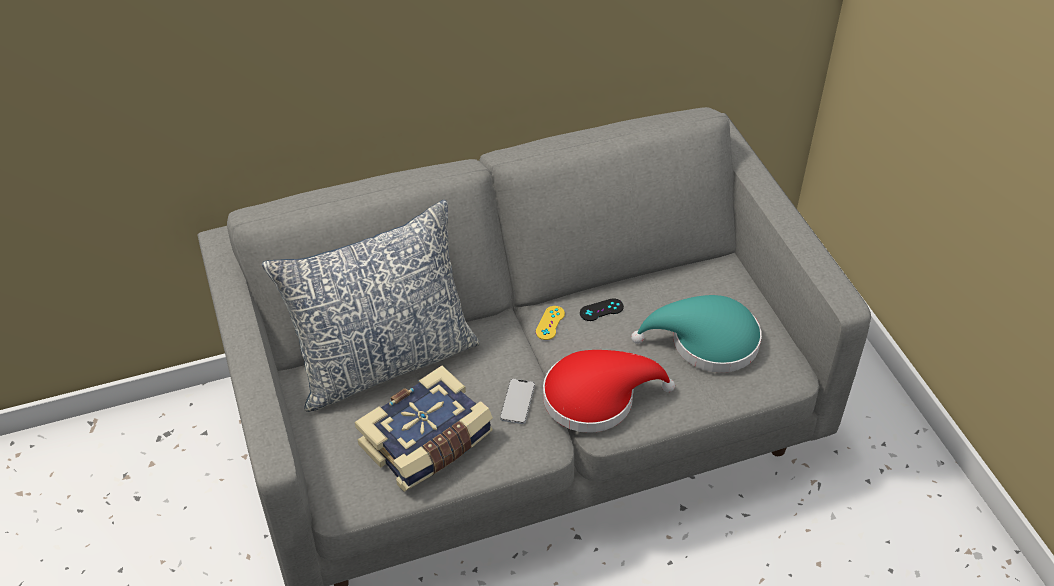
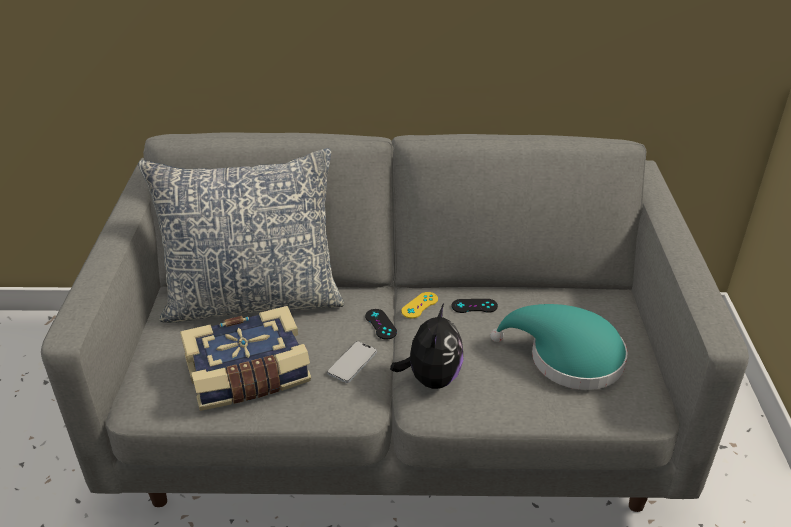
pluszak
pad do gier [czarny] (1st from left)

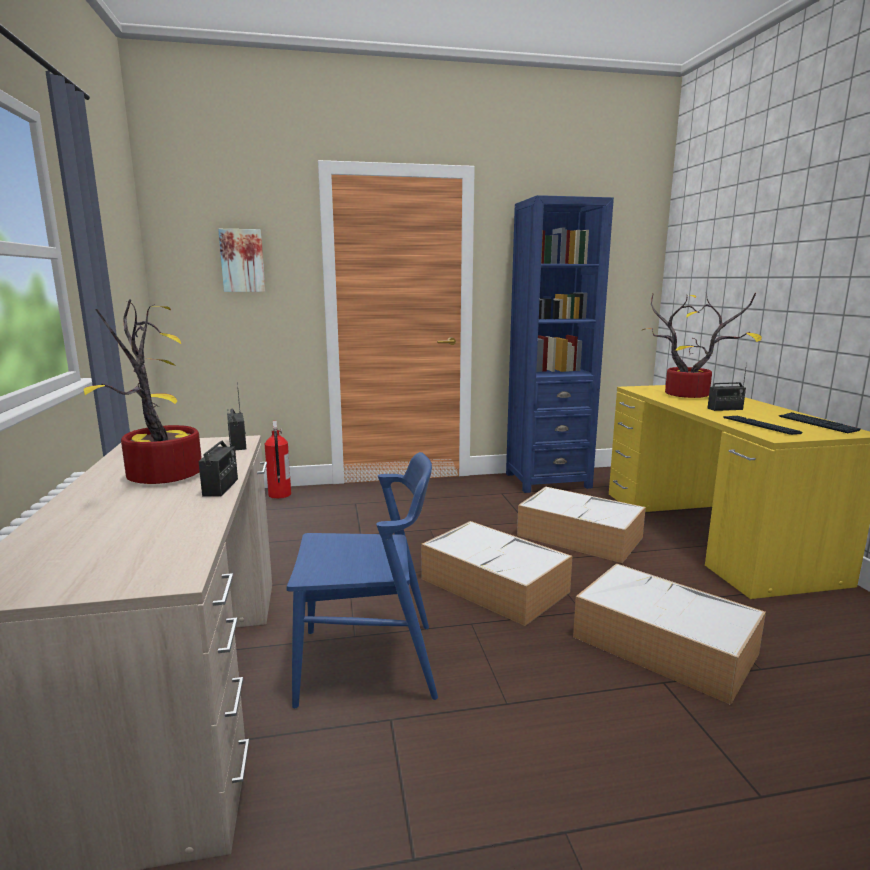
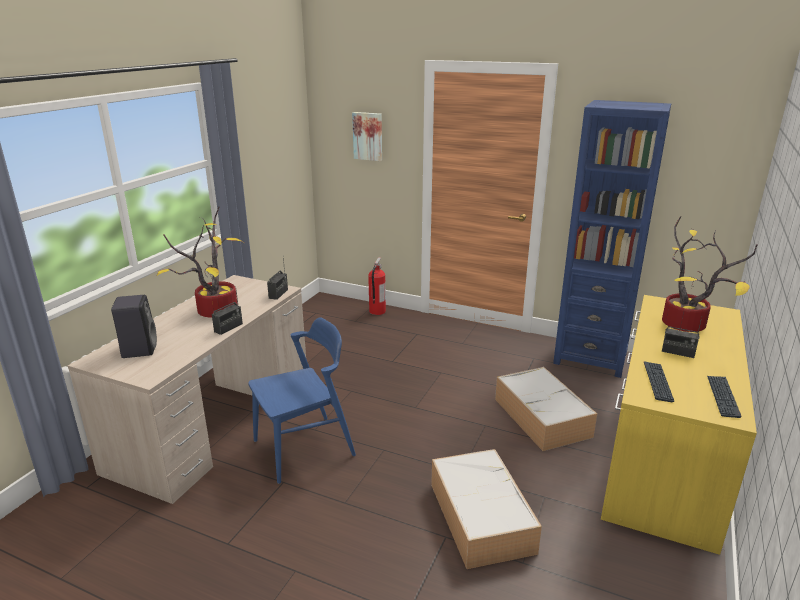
krzesło [niebieski]
pojemnik do przechowywania (1st from left in the first image)
głośnik [czarny]

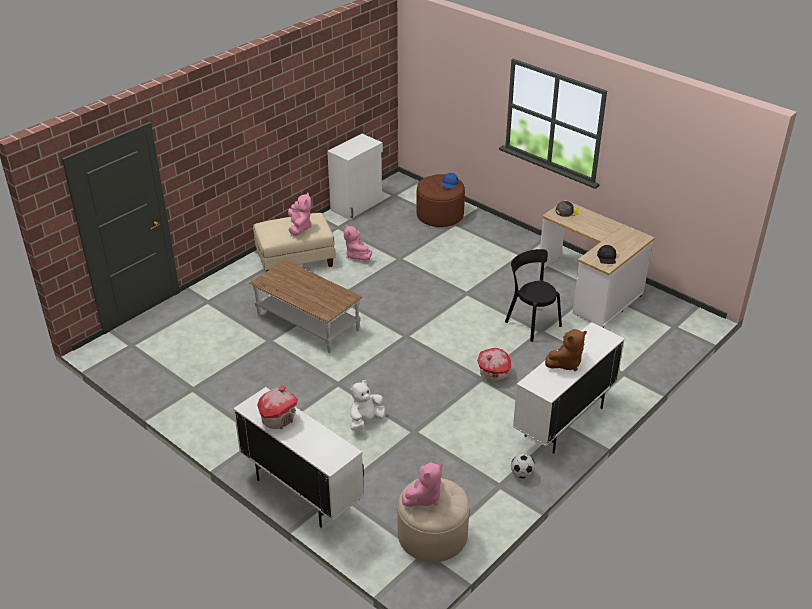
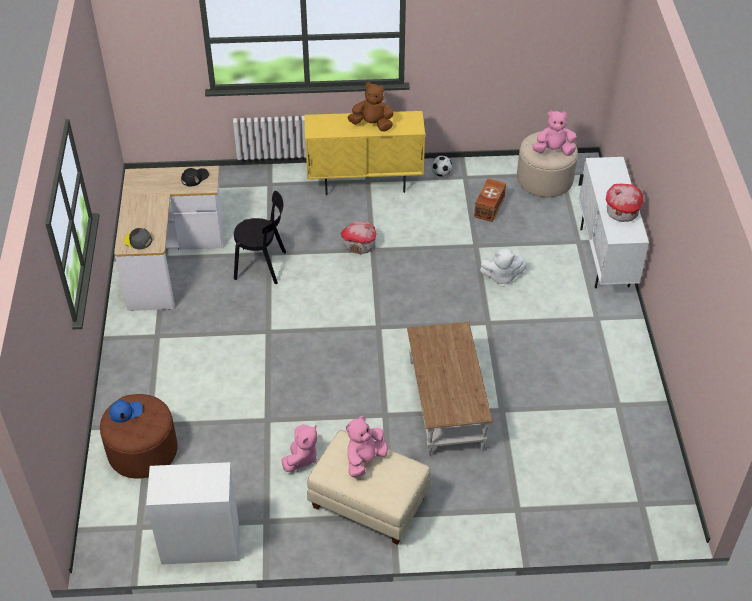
krzesło [czarny]
szafka [żółty]
pojemnik do przechowywania [brązowy]

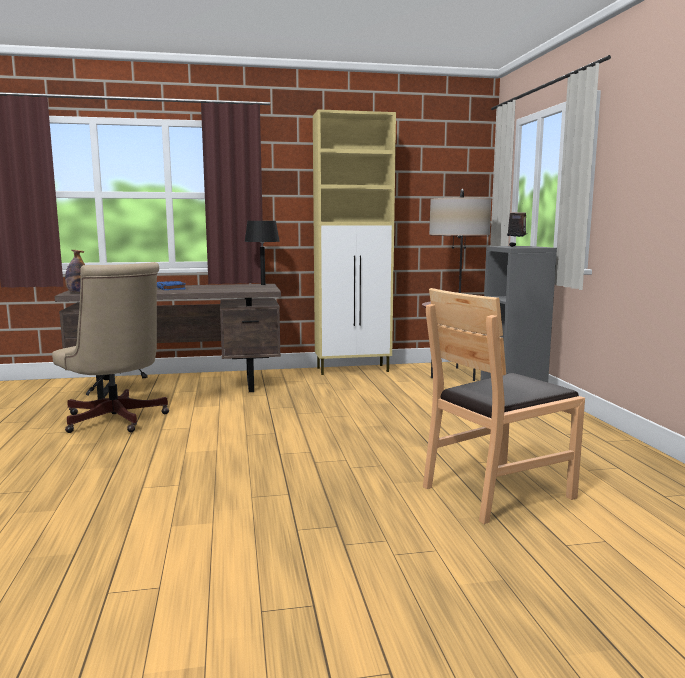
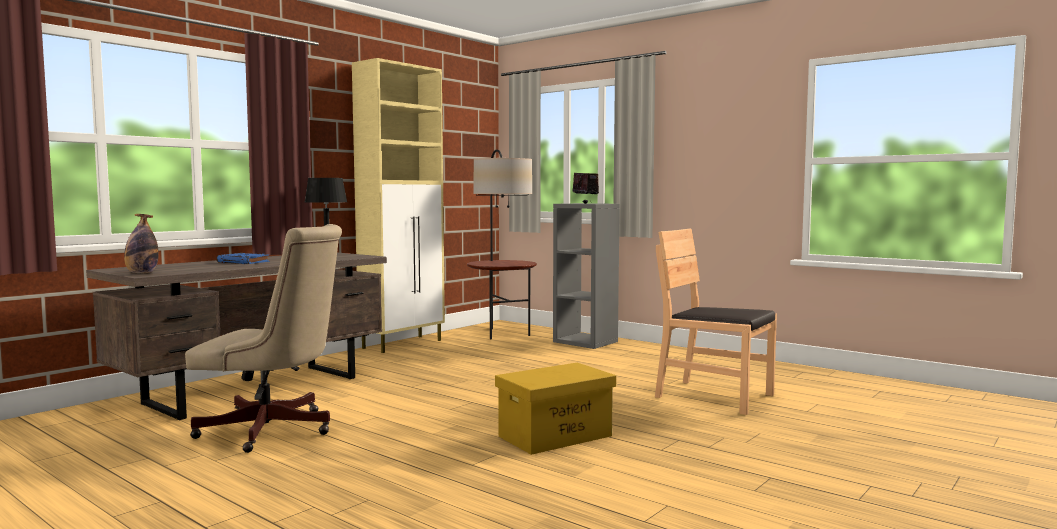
krzesło [brązowy]
pojemnik do przechowywania [żółty]

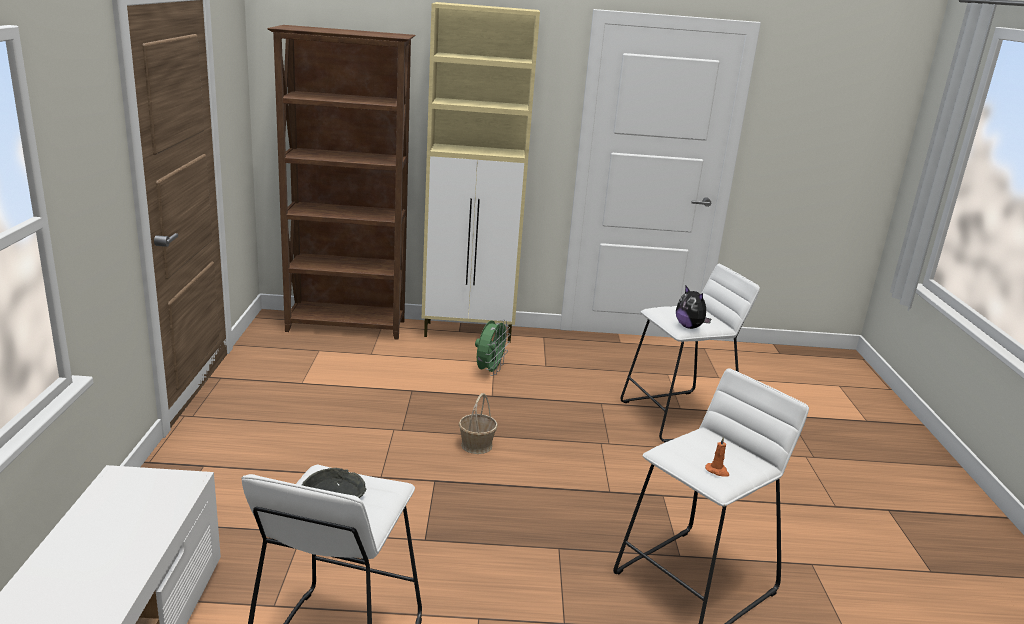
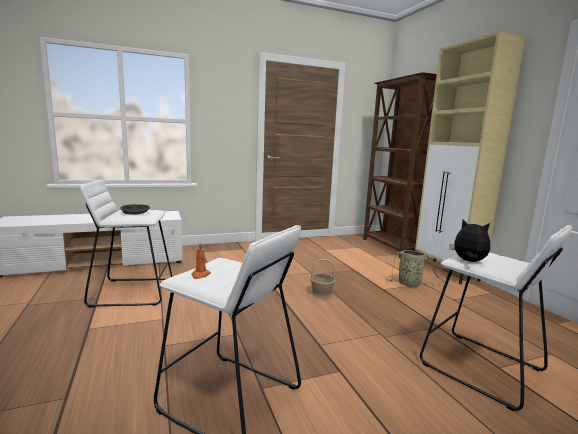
pluszak
koszyk (2nd from left)

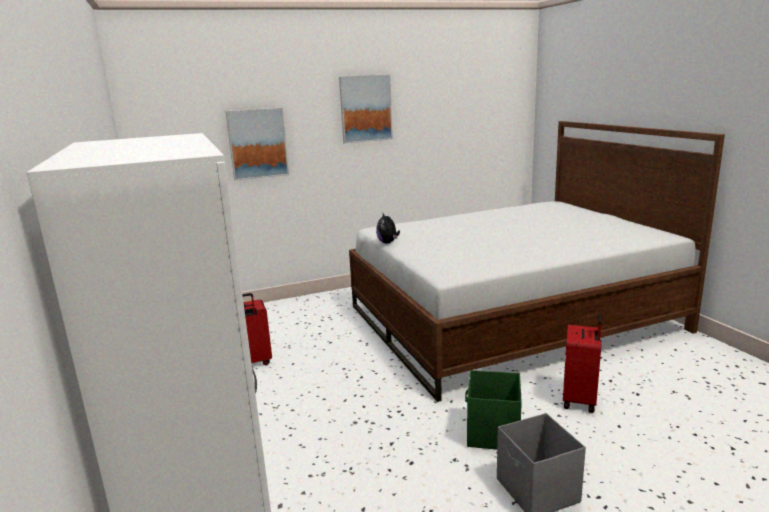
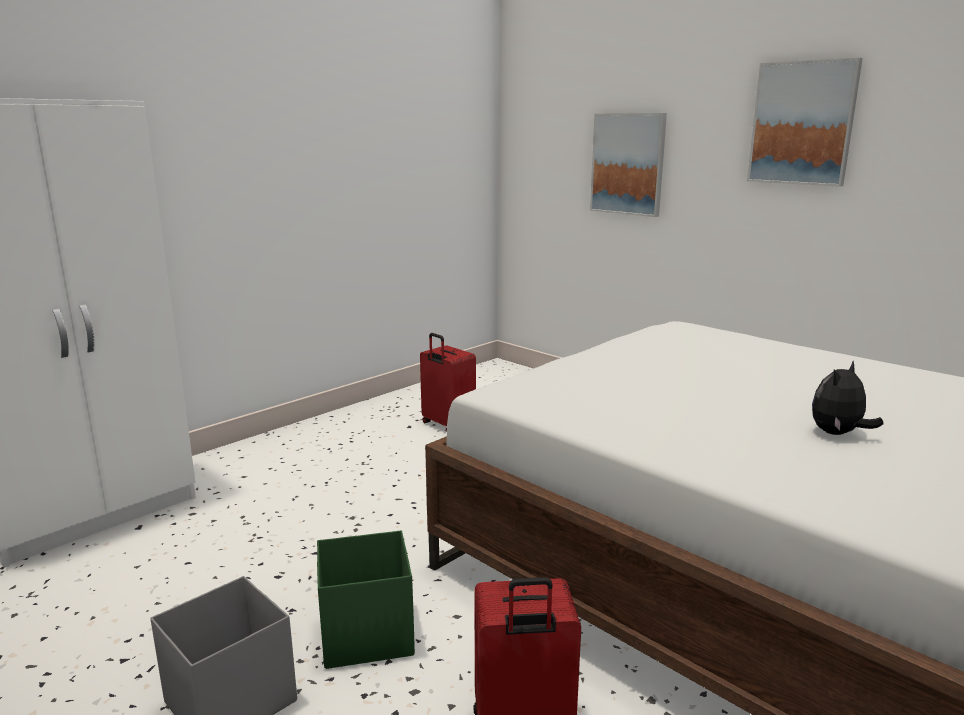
pluszak

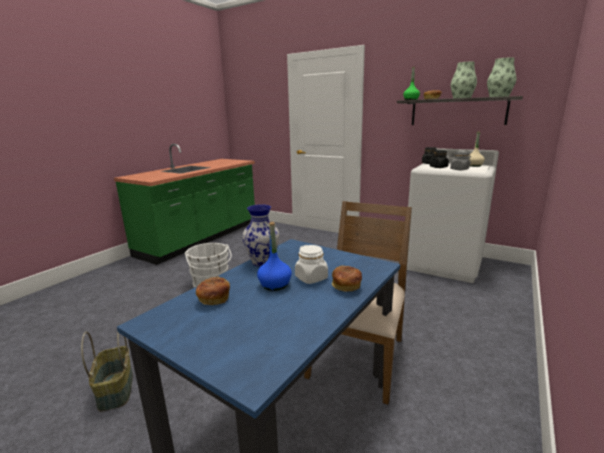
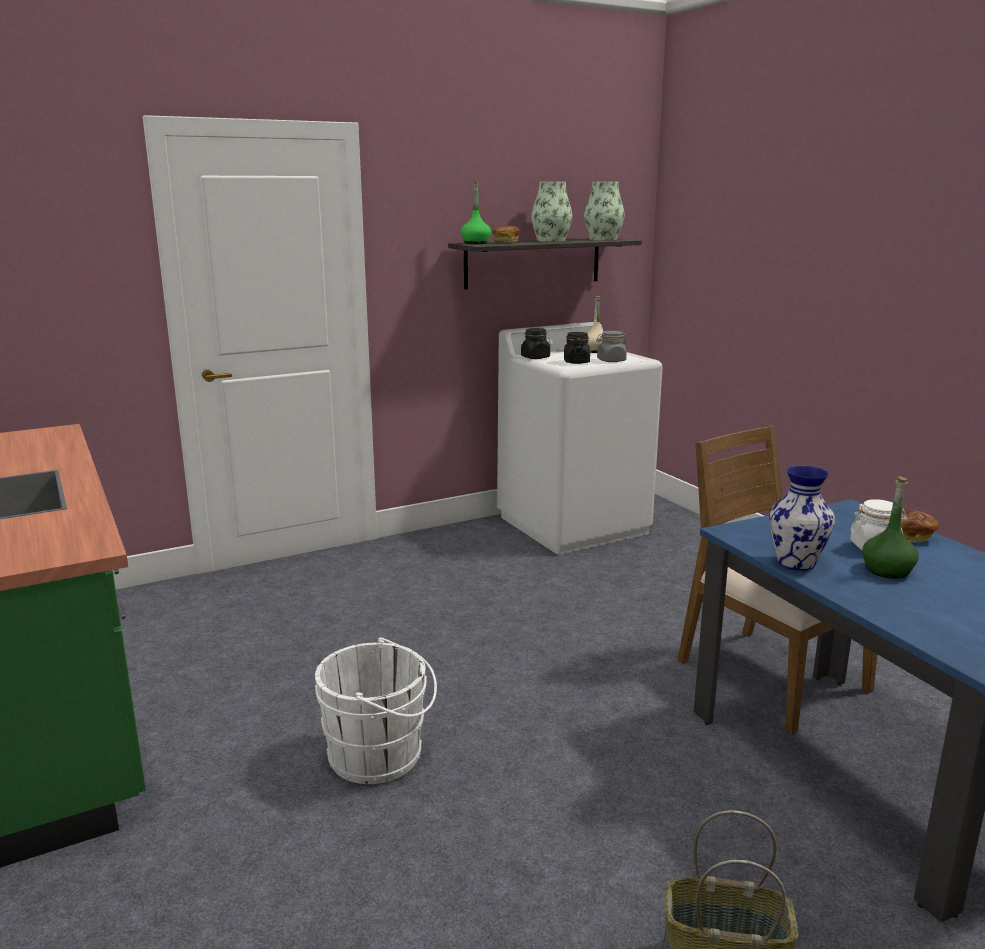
butelka [zielony] (2nd from left)
chleb (1st from left in the first image)

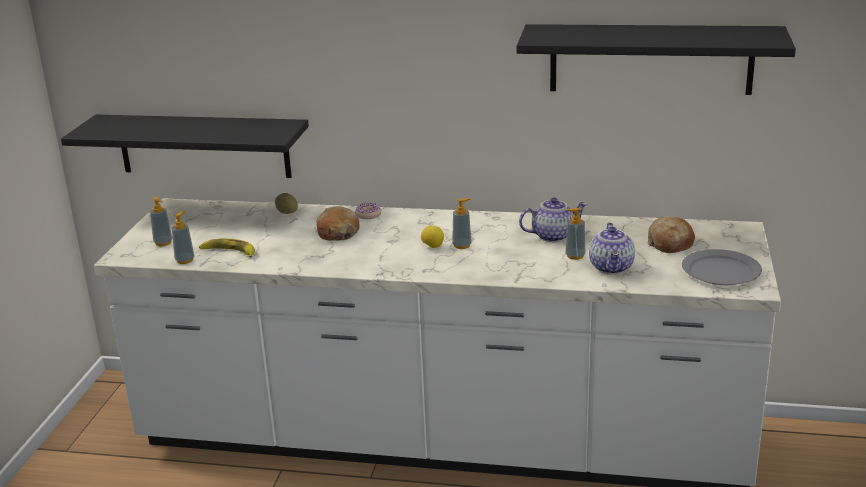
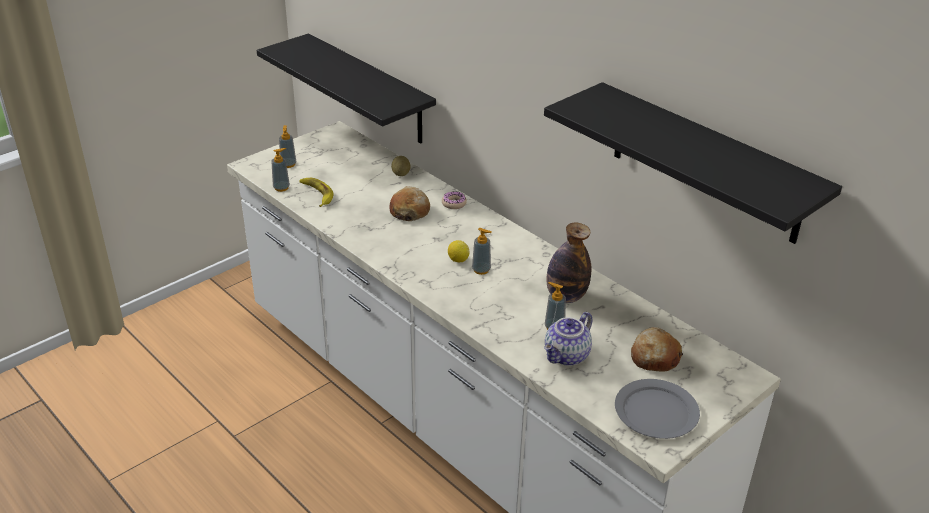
butelka

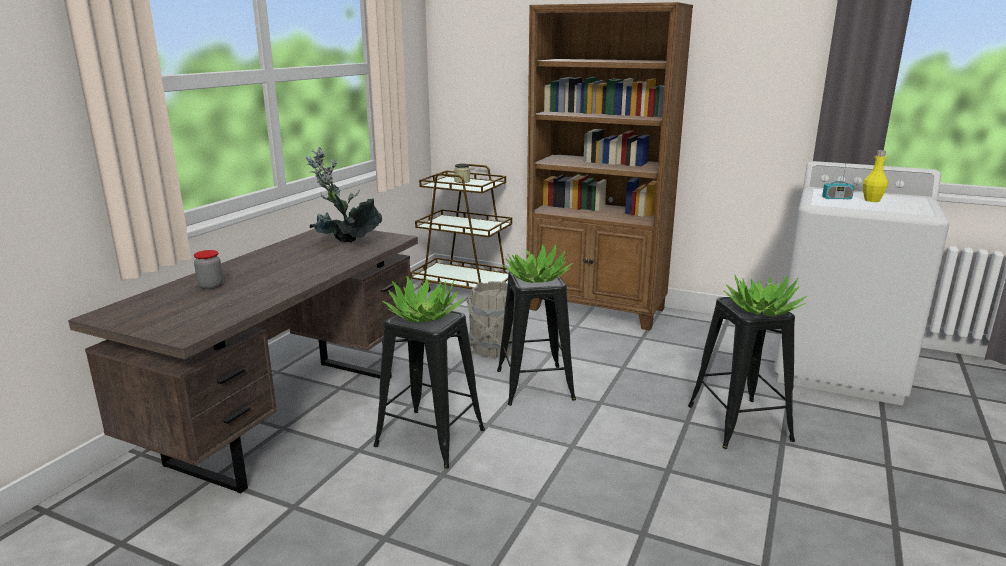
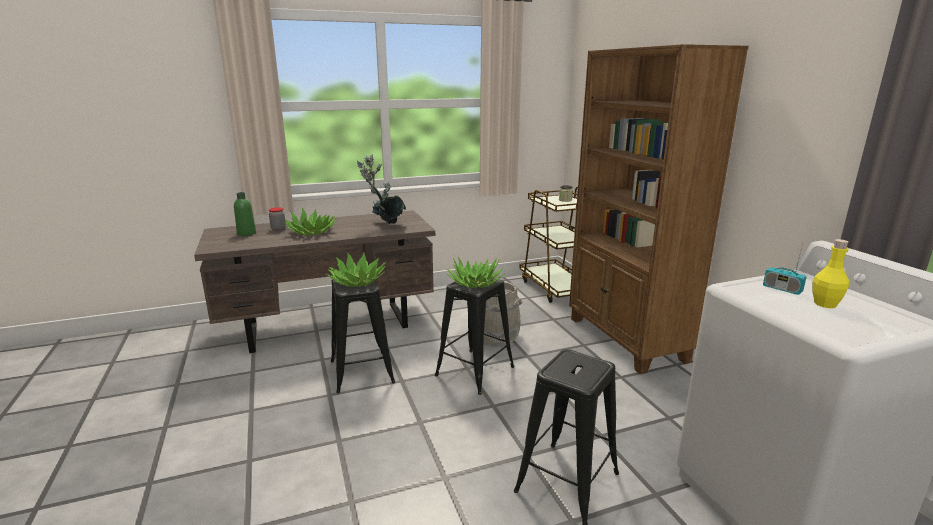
roślina doniczkowa (1st from left)
butelka [zielony]

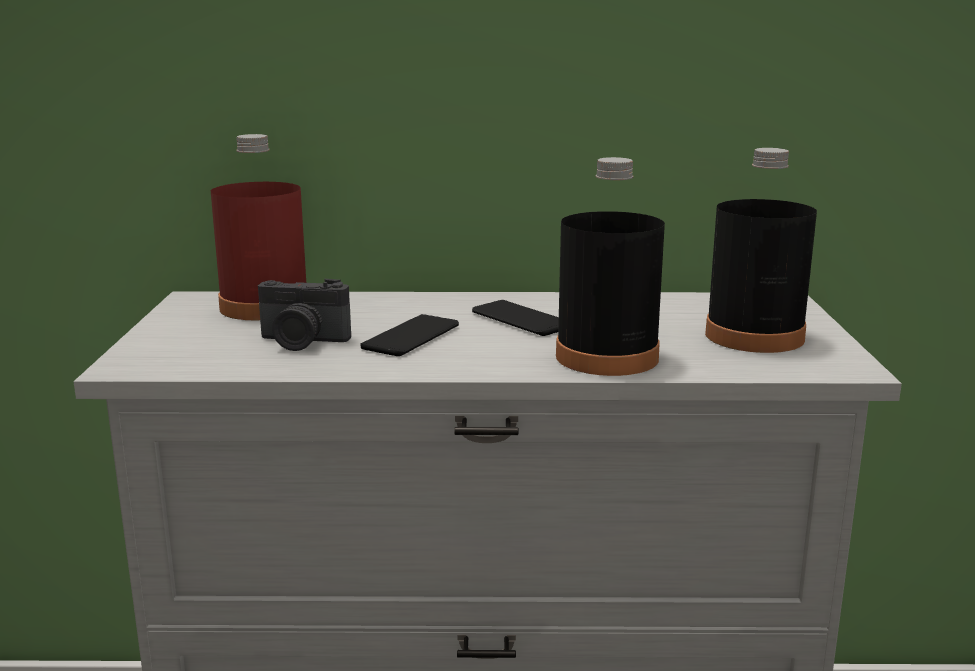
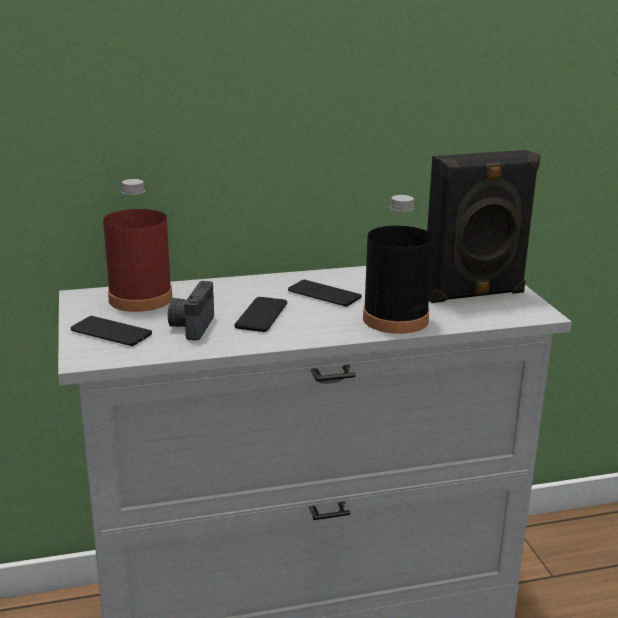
głośnik [czarny]
aparat fotograficzny
telefon (1st from left)

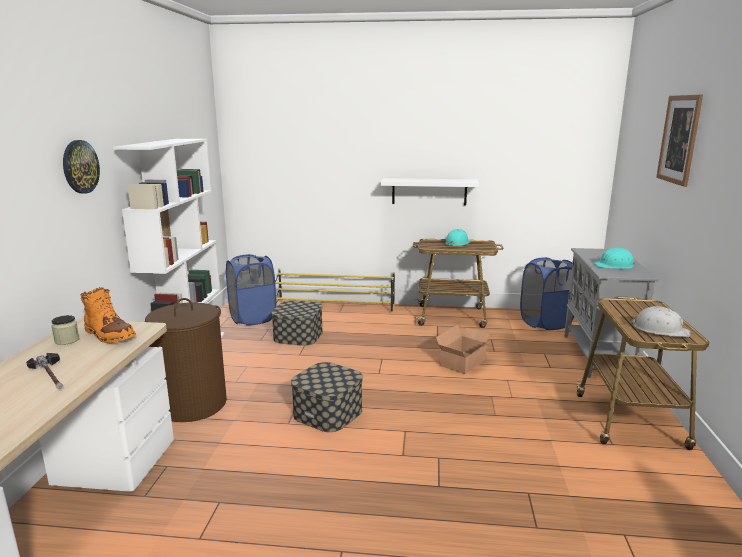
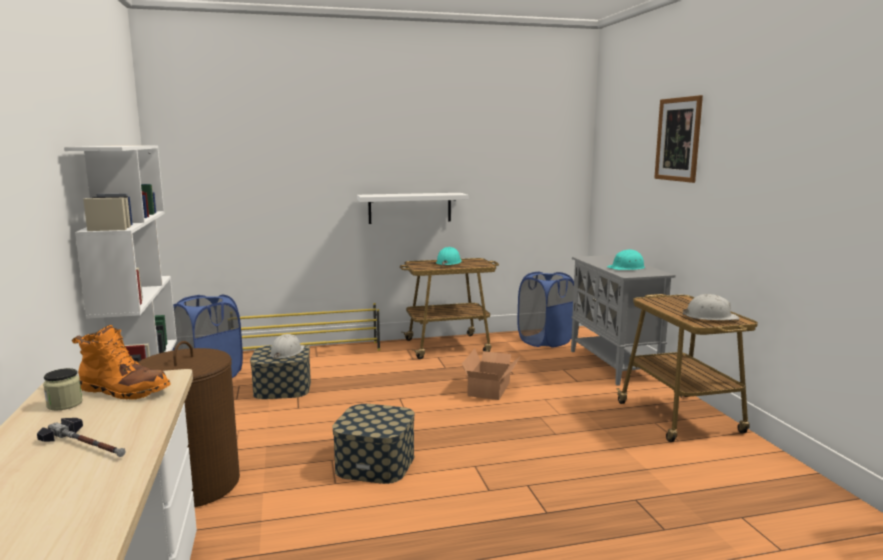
zegar ścienny
kask [biały] (1st from left)

